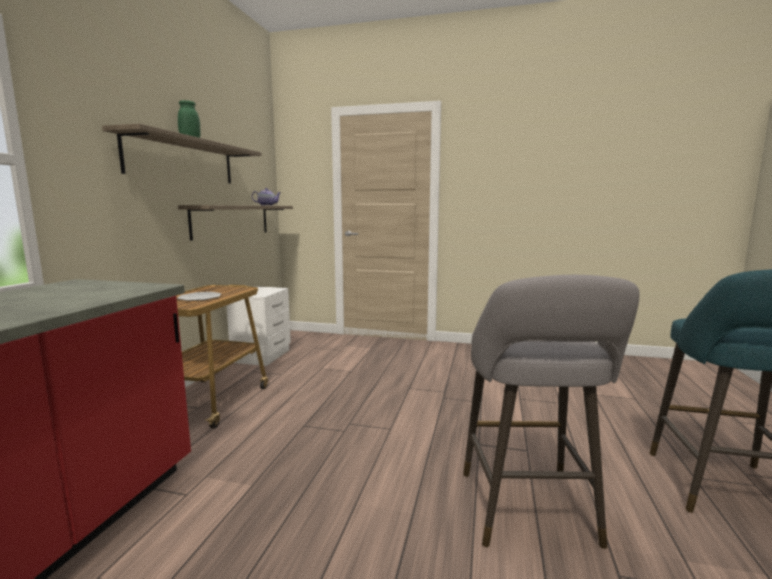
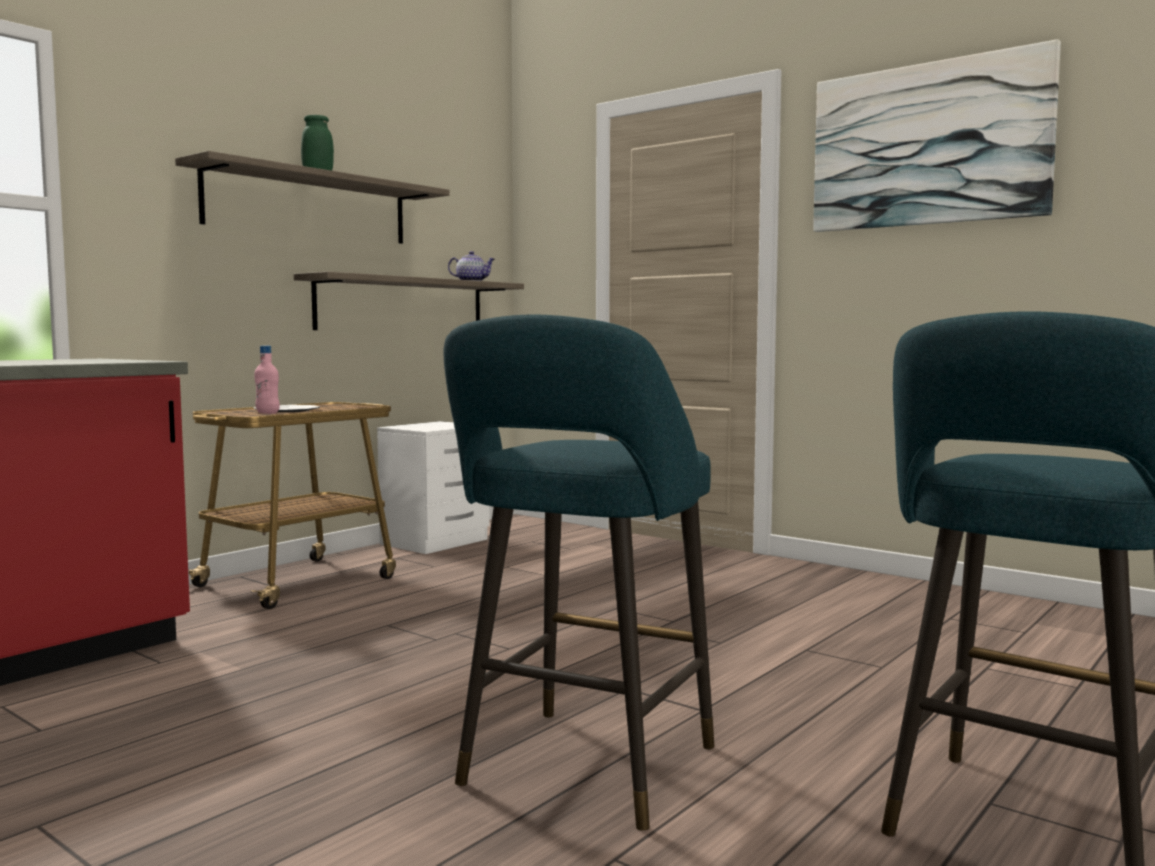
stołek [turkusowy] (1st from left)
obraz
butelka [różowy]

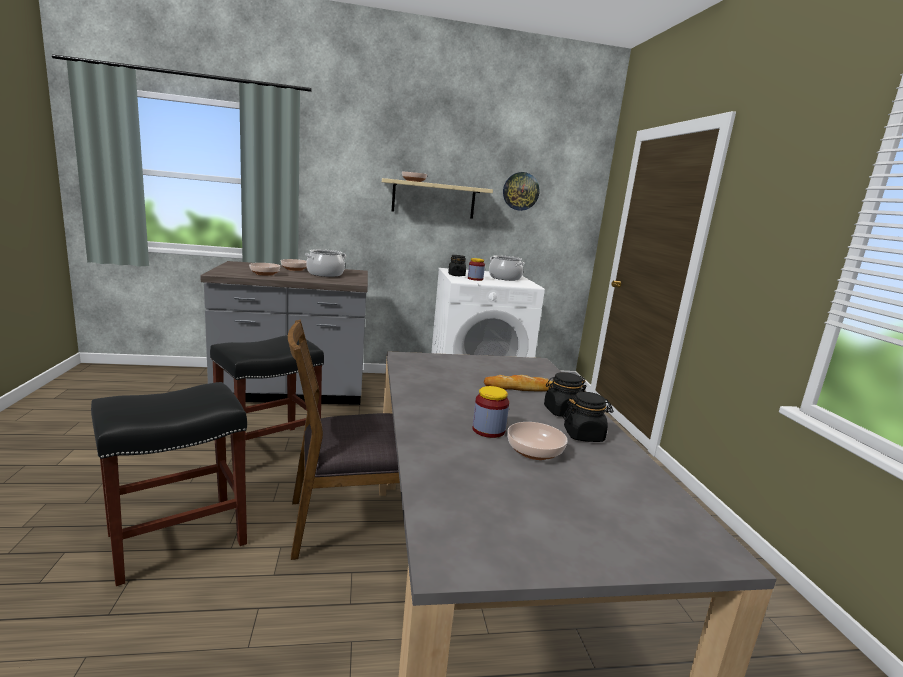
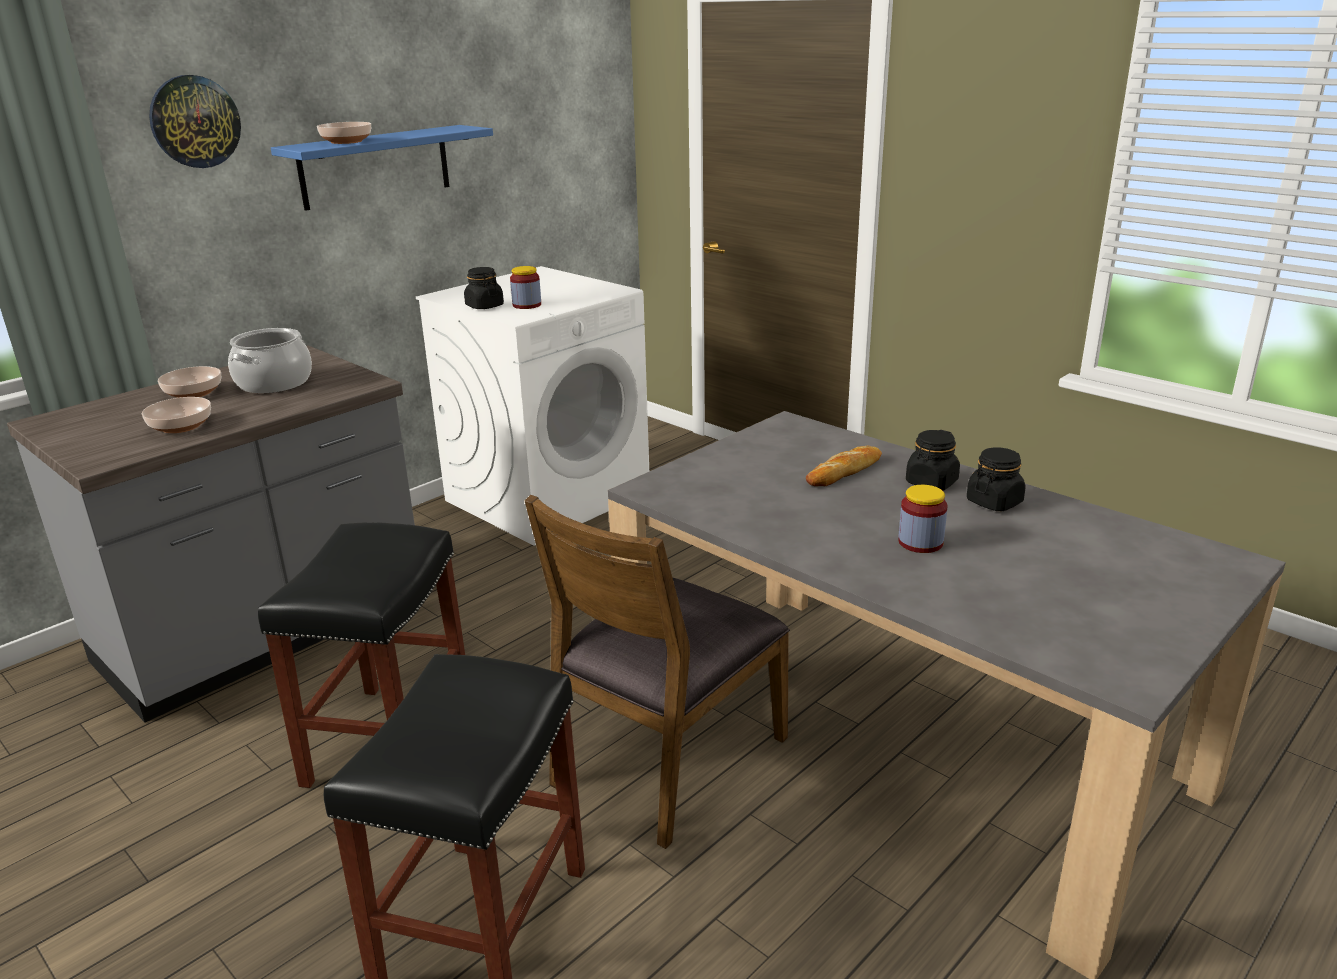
zegar ścienny
półka [niebieski]
garnek (2nd from left in the first image)
miska (4th from left in the first image)

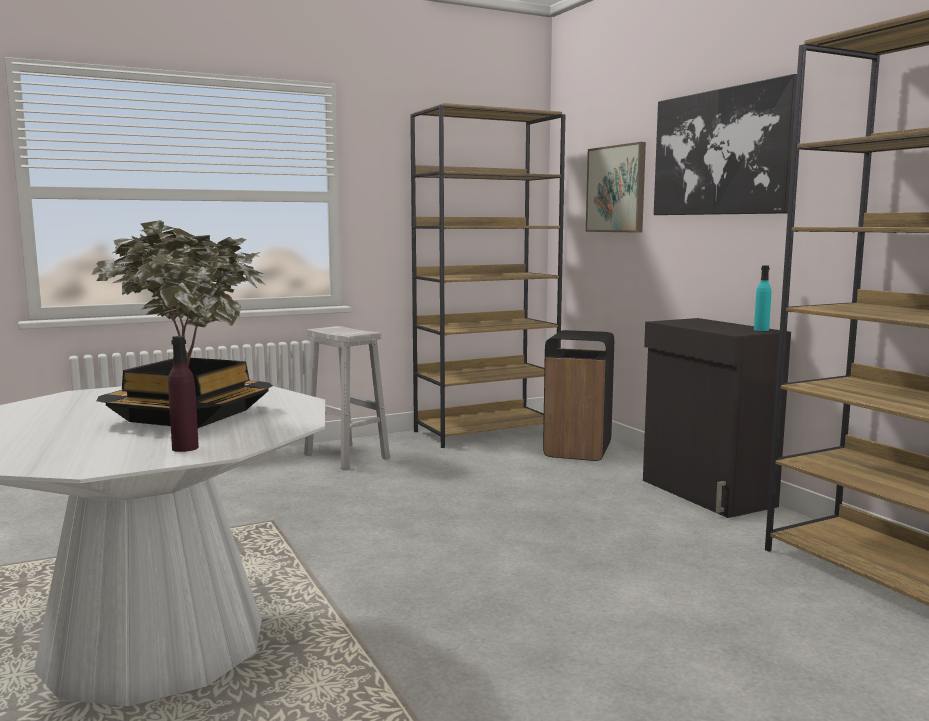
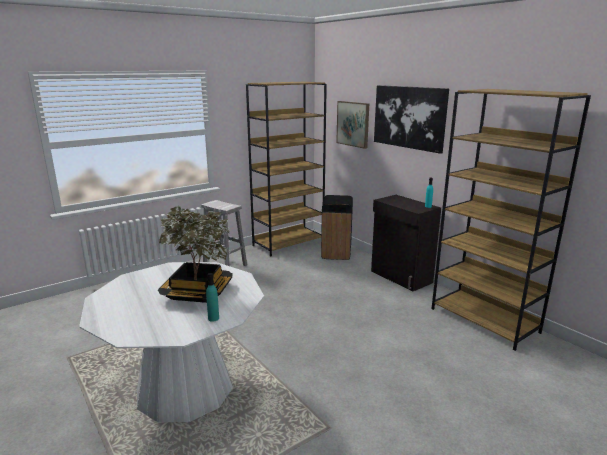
butelka [turkusowy] (1st from left)

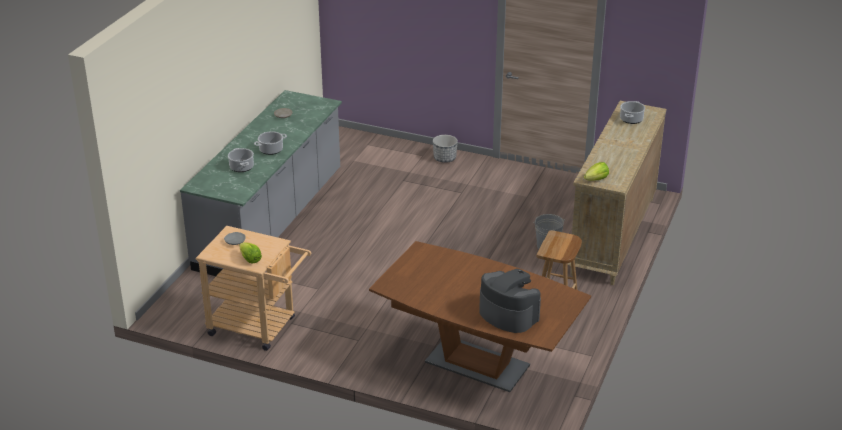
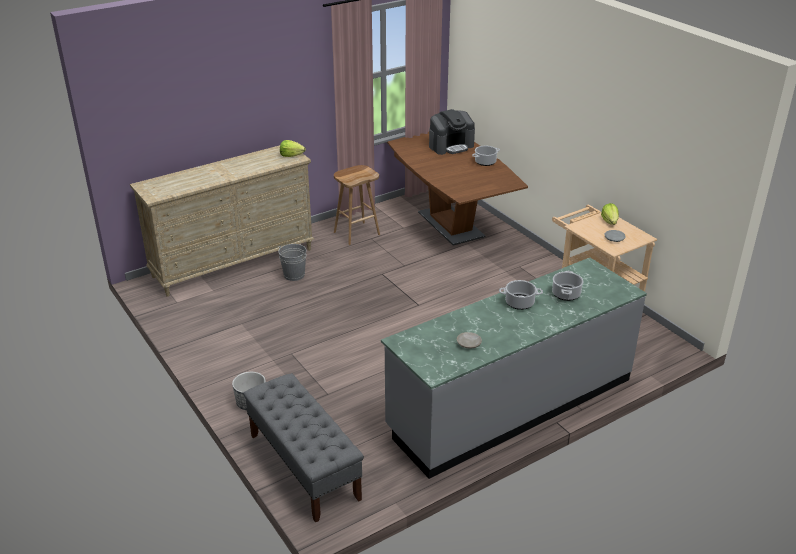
garnek (1st from left)
ekspres do kawy
ławka [szary]

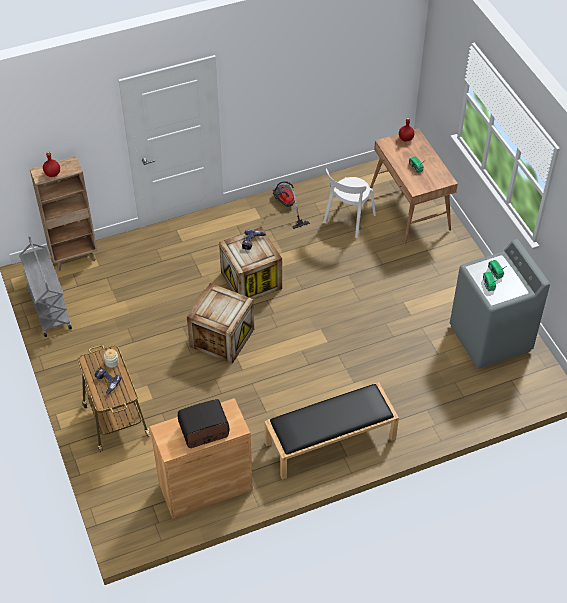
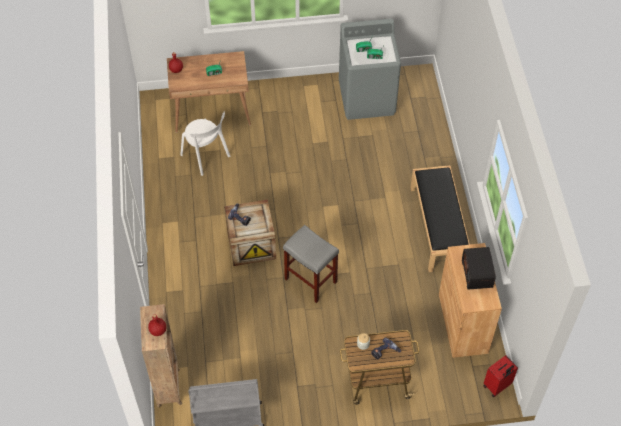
odkurzacz
stołek [szary]
walizka [czerwony]

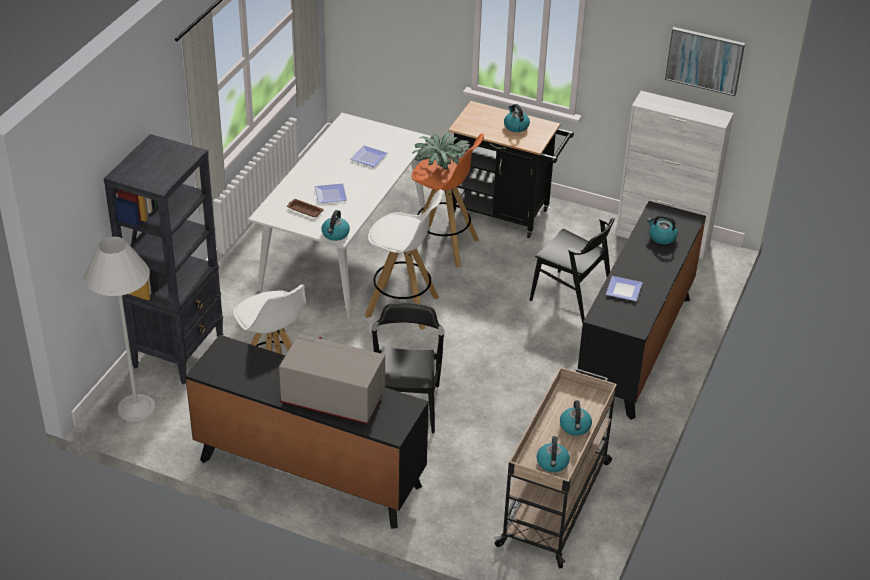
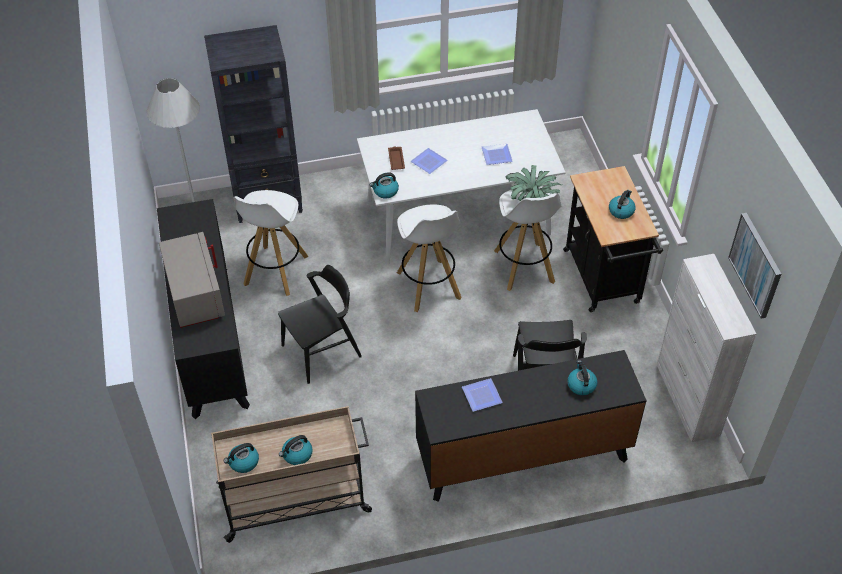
stołek [biały] (3rd from left)

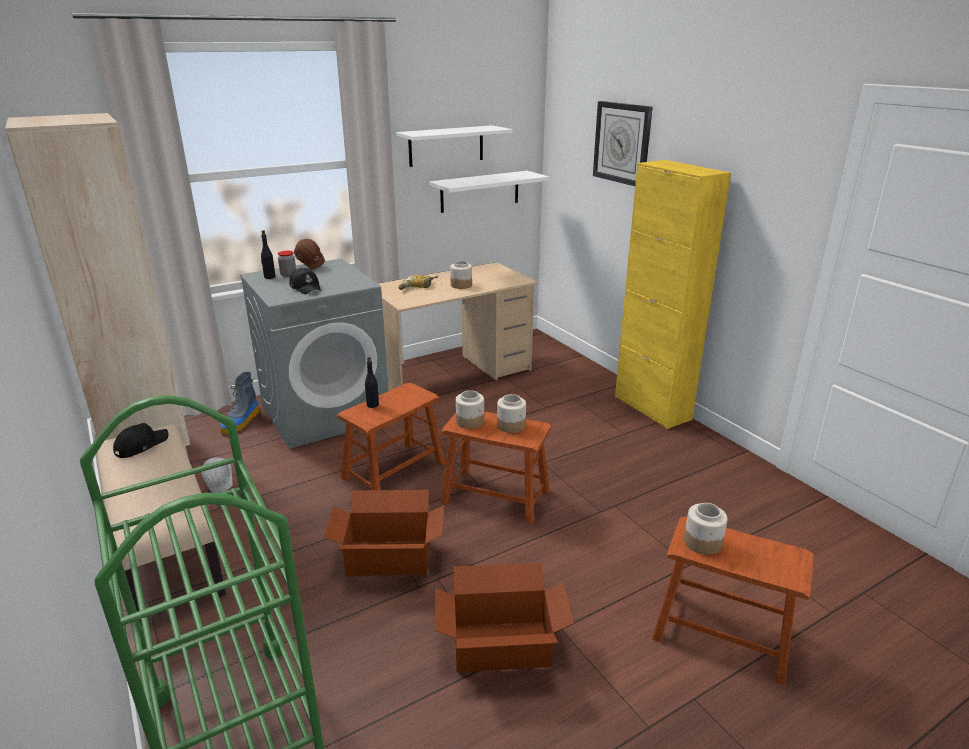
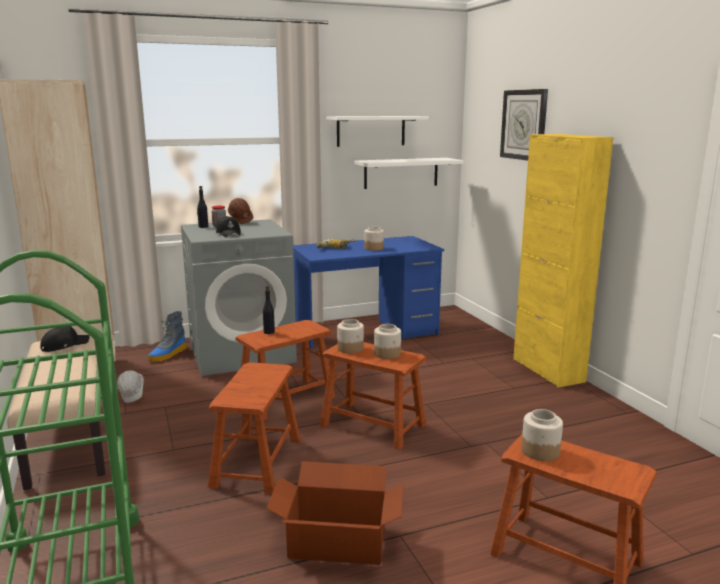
biurko [niebieski]
stołek [brązowy] (1st from left)

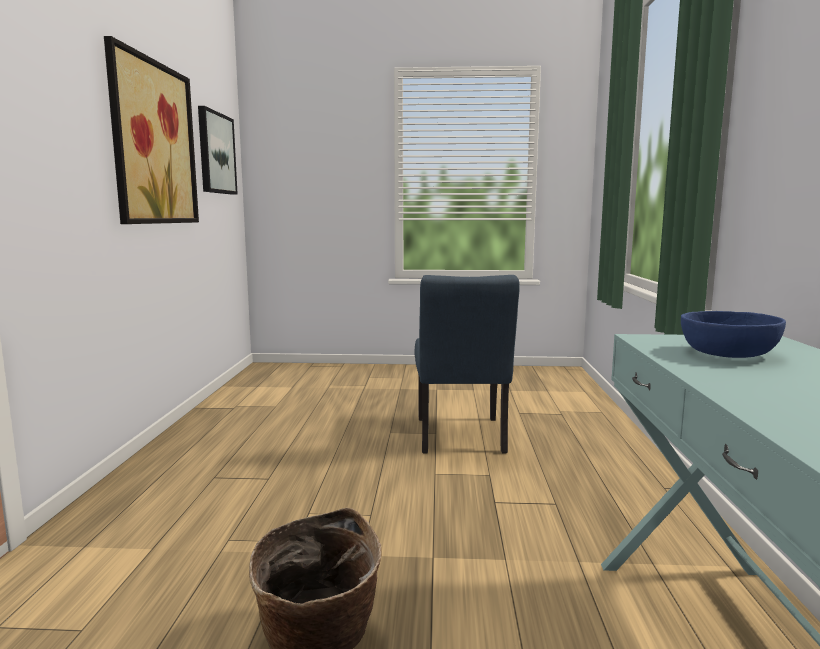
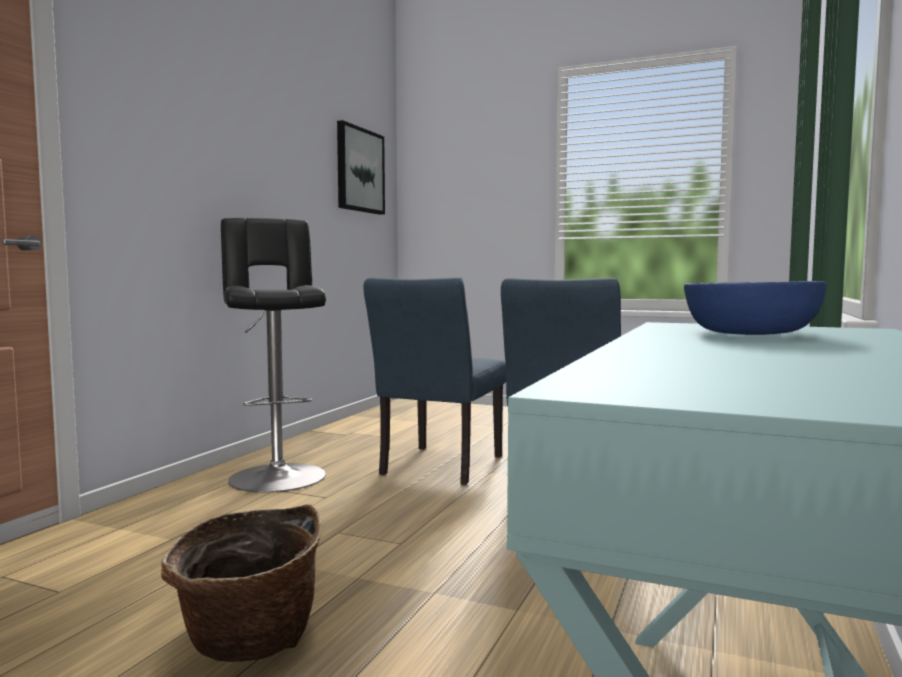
obraz (1st from left in the first image)
stołek [czarny]
krzesło [niebieski] (1st from left)

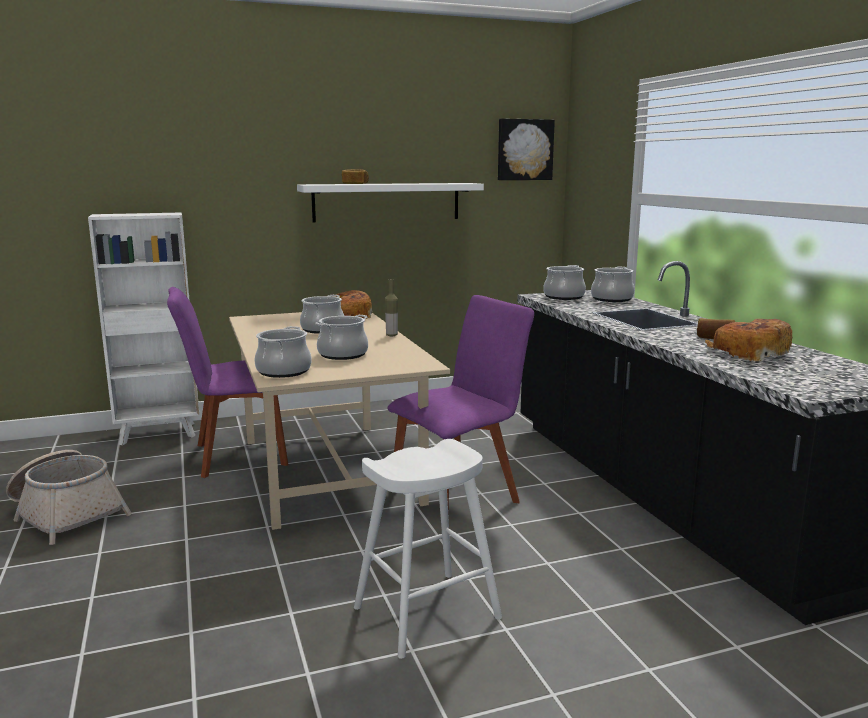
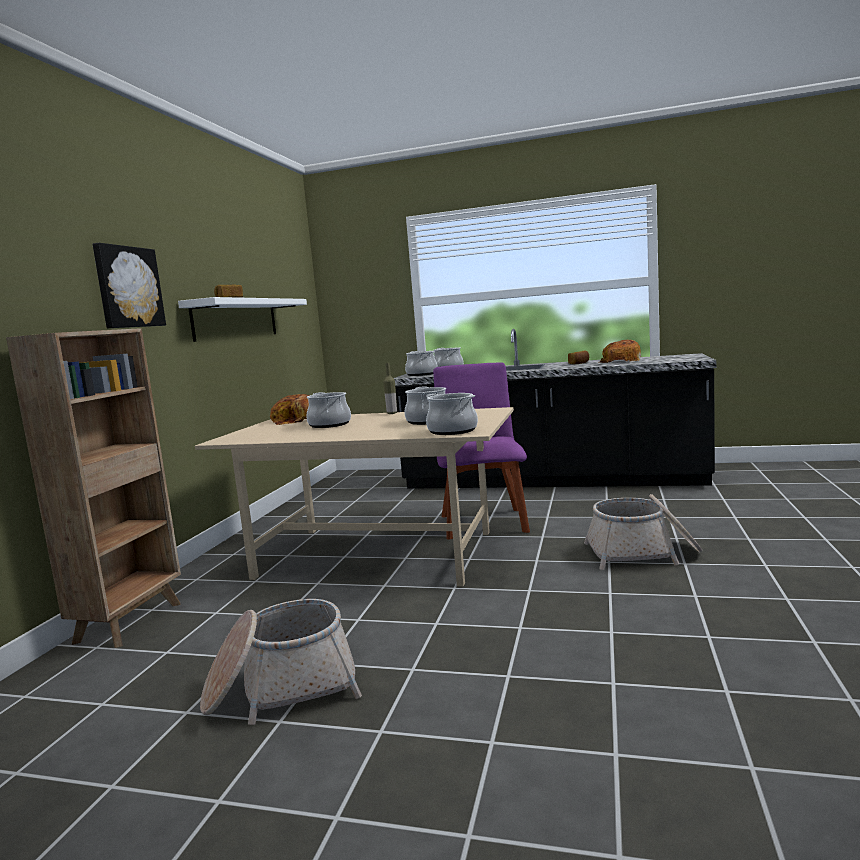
obraz
regał [brązowy]
krzesło [fioletowy] (1st from left in the first image)
koszyk (2nd from left)

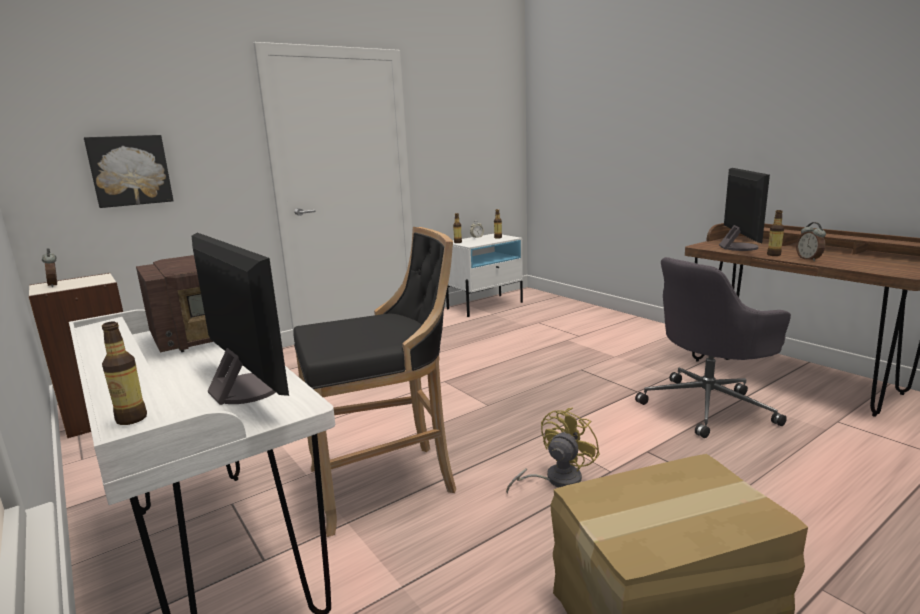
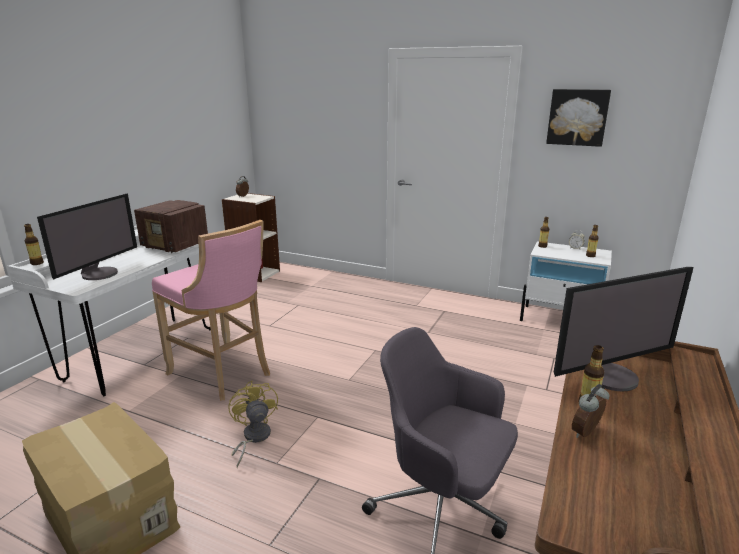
obraz
stołek [różowy]
wentylator [żółty]

